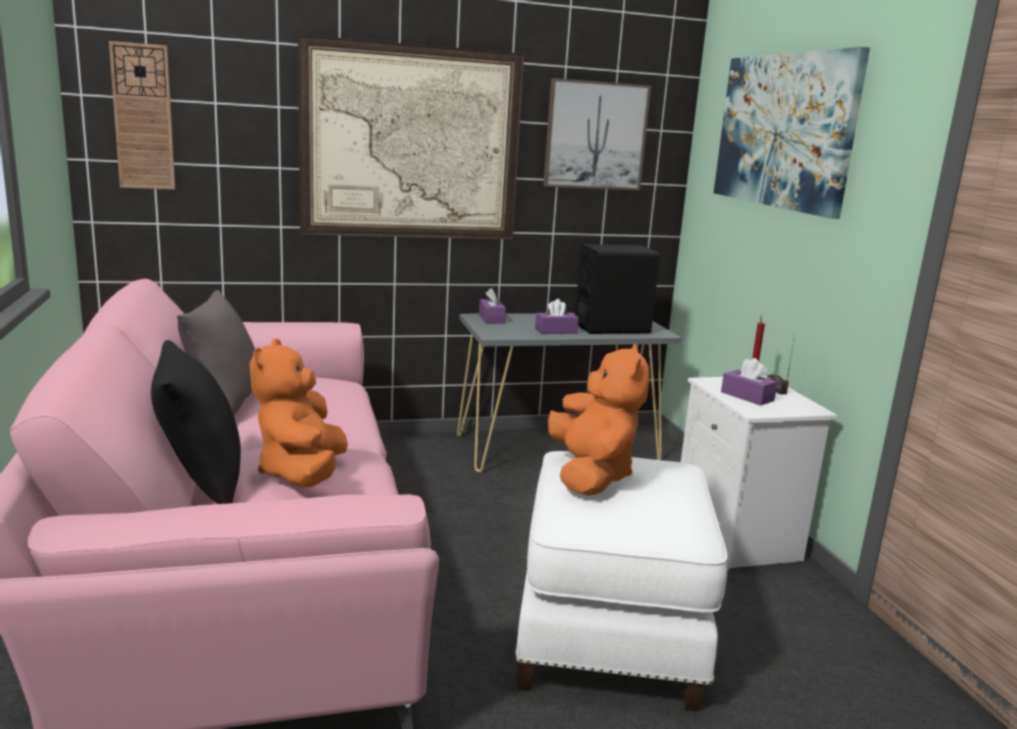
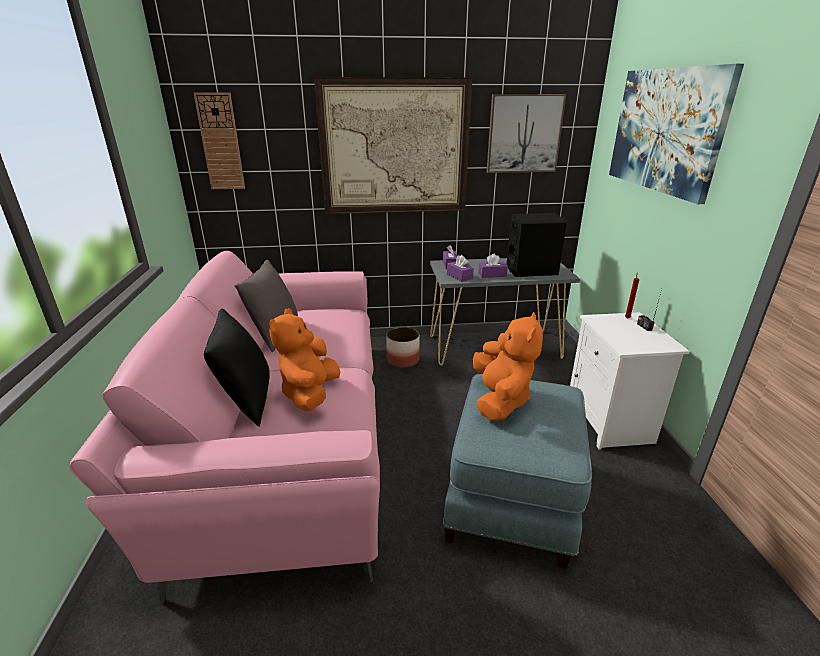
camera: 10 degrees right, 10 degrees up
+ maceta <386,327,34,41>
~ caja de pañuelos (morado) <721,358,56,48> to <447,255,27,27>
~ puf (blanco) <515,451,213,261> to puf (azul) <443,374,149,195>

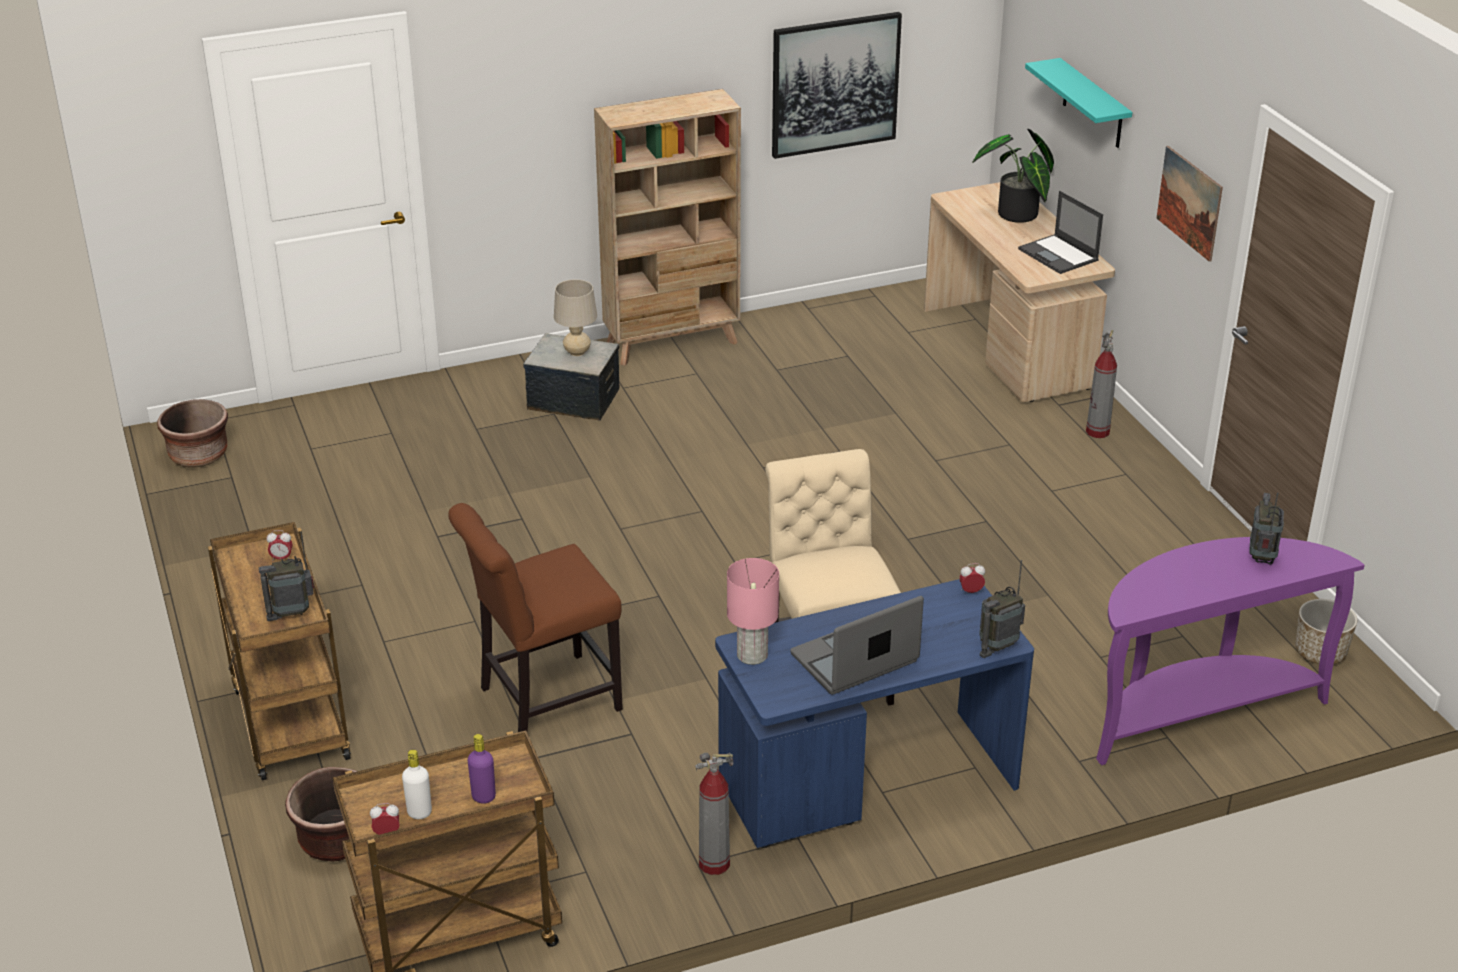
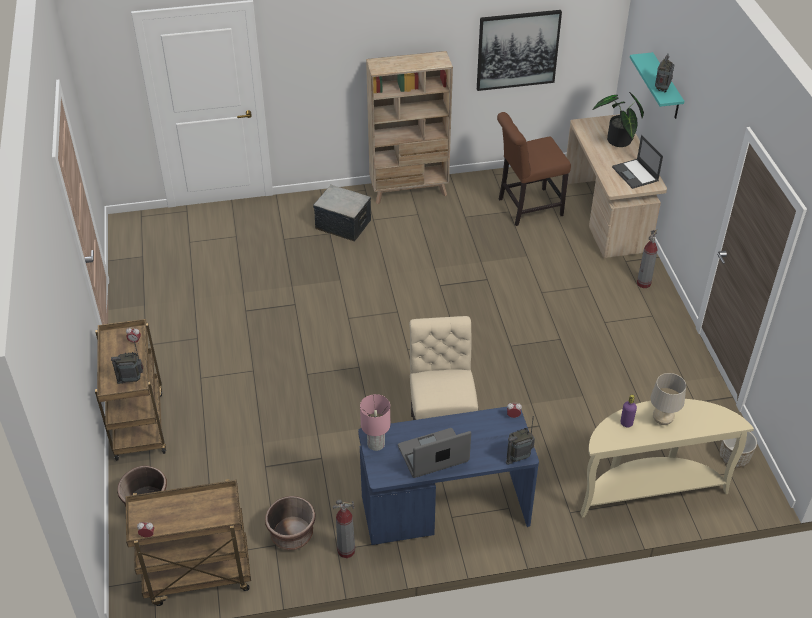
camera: 10 degrees right, 10 degrees up
- botella (blanco) <402,750,30,69>
- cuadro <1156,146,67,116>
~ maceta (marrón) <157,399,71,69> to <265,496,51,55>
~ silla (marrón) <448,503,175,229> to <497,112,74,114>
~ botella (morado) <467,734,29,70> to <620,395,17,32>
~ lámpara de mesa (beis) <554,279,43,77> to <650,373,36,52>
~ radio <1250,492,34,72> to <655,53,19,39>
~ mesa consola (morado) <1096,537,269,228> to mesa consola (beis) <580,399,174,119>

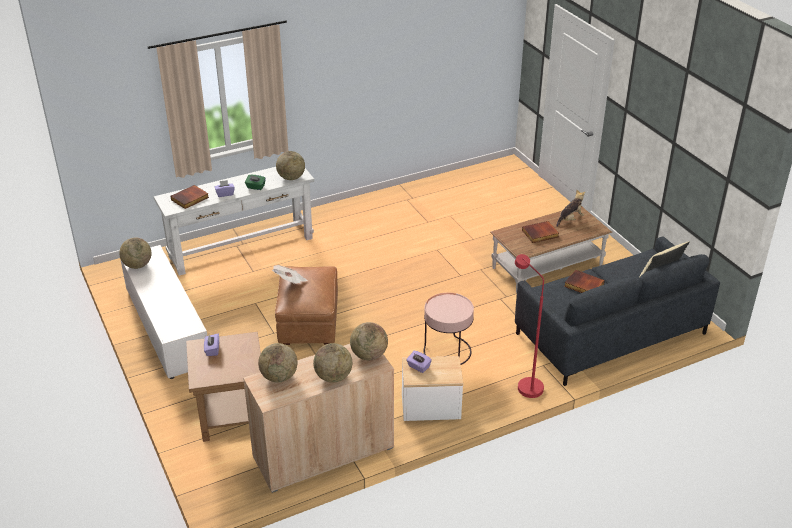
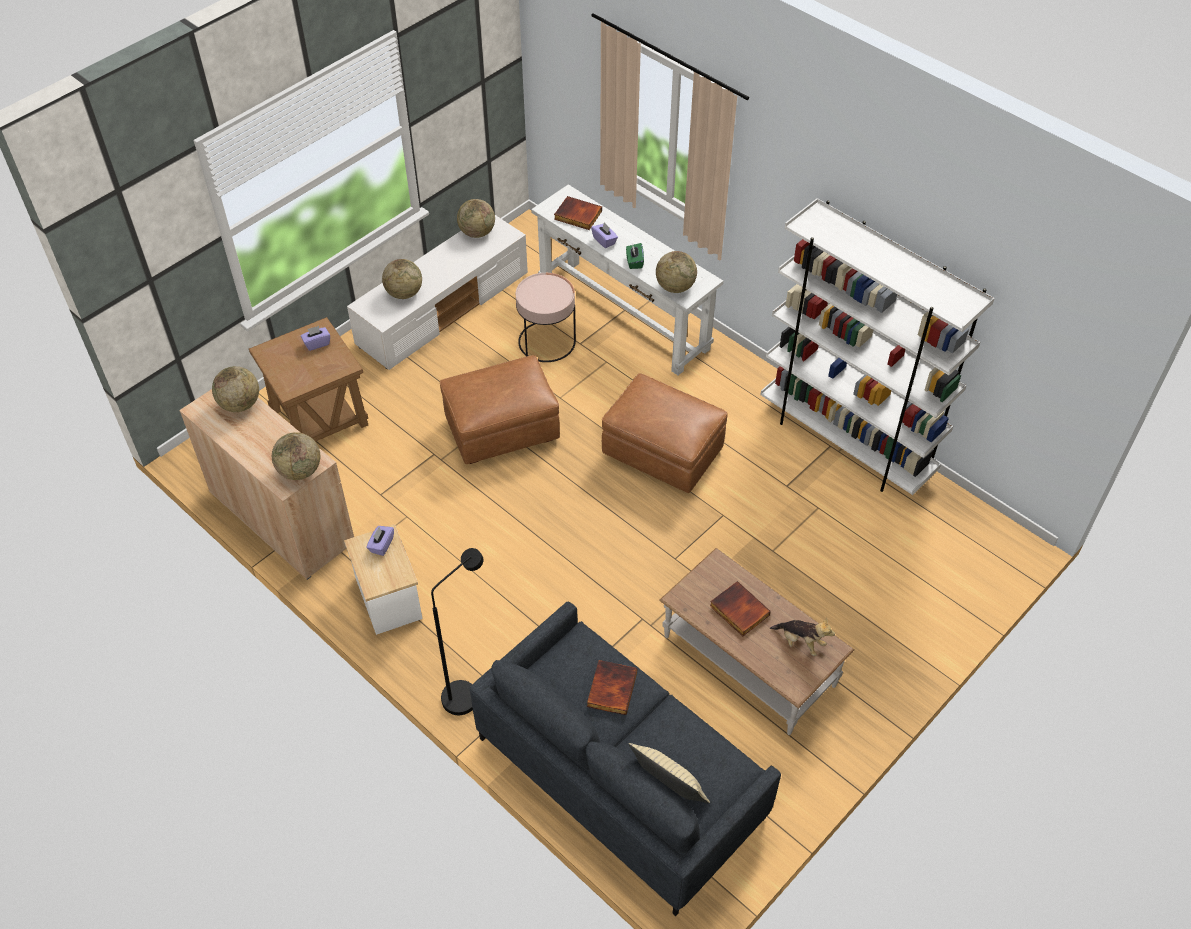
camera: 70 degrees right, 15 degrees up
- periódico <272,265,36,19>
+ puf (marrón) <602,373,125,120>
+ estantería (blanco) <760,198,235,297>
~ globo terráqueo <313,343,39,40> to <382,259,40,40>
~ mesa auxiliar (rosa) <423,293,51,72> to <516,273,60,89>
~ lámpara de pie (rojo) <515,254,29,144> to lámpara de pie (negro) <431,548,53,167>

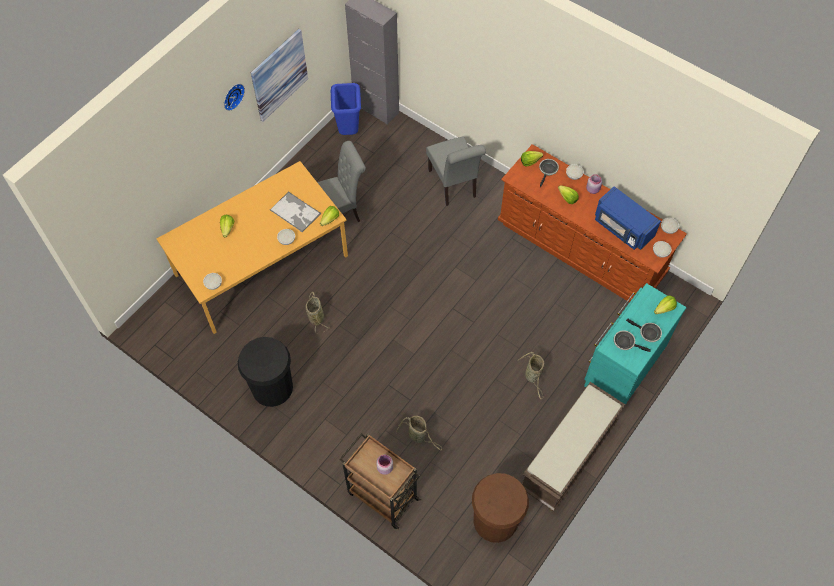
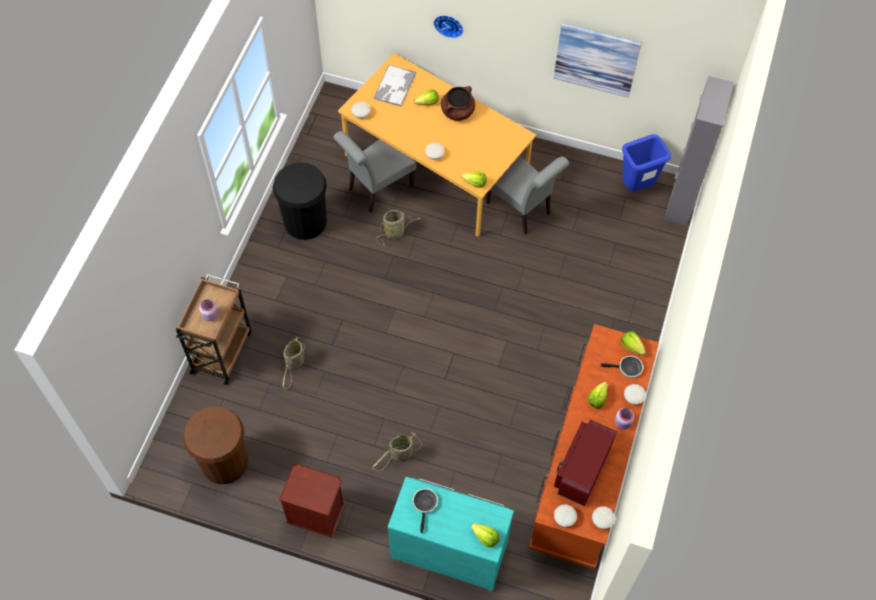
camera: 70 degrees right, 0 degrees up
- sartén <626,319,36,23>
+ olla (marrón) <441,86,34,35>
~ reloj de pared <224,84,21,27> to <434,15,29,23>
~ bandeja <270,191,51,42> to <373,65,43,42>
~ silla (gris) <426,136,60,70> to <333,131,84,82>
~ banco (marrón) <522,382,104,129> to mesita de noche (marrón) <279,464,67,74>
~ microondas (azul) <595,186,66,64> to microondas (rojo) <554,420,63,86>

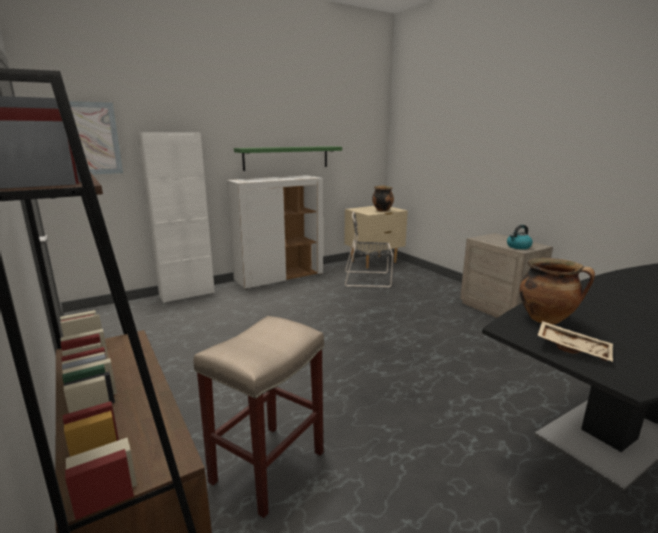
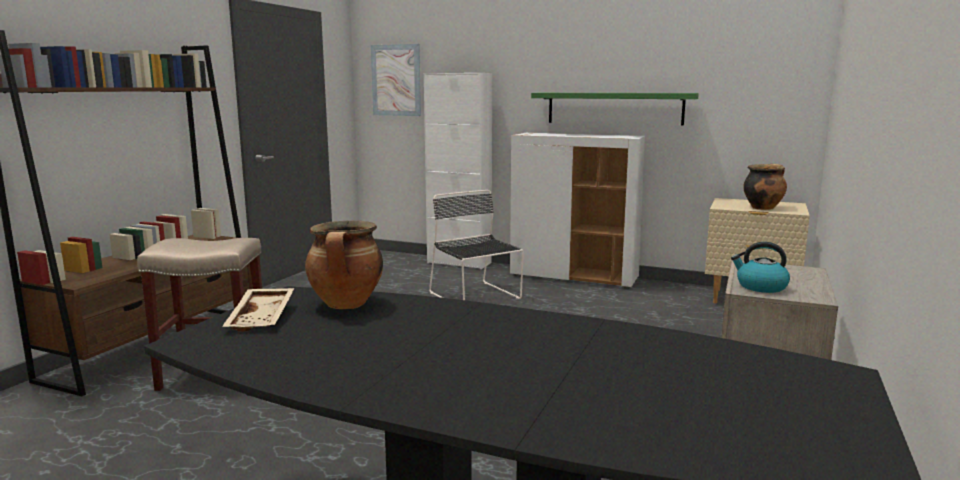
camera: 55 degrees right, 5 degrees down
~ silla (negro) <345,212,48,75> to <429,190,95,110>

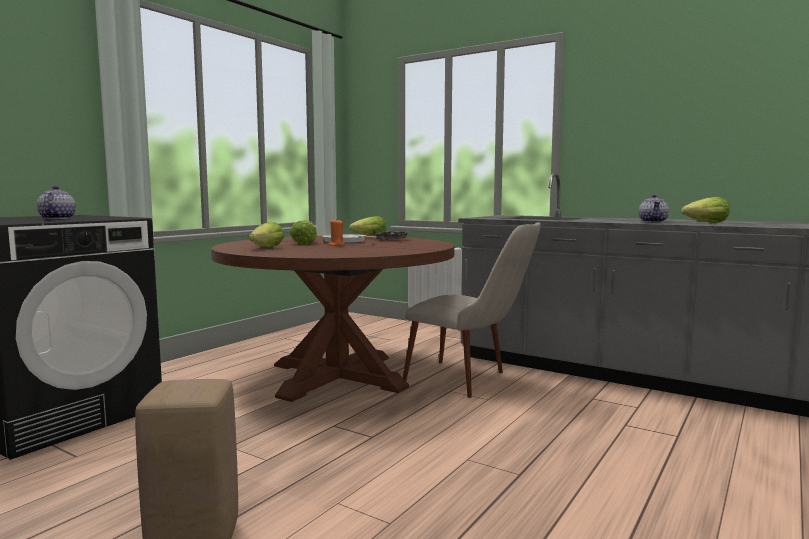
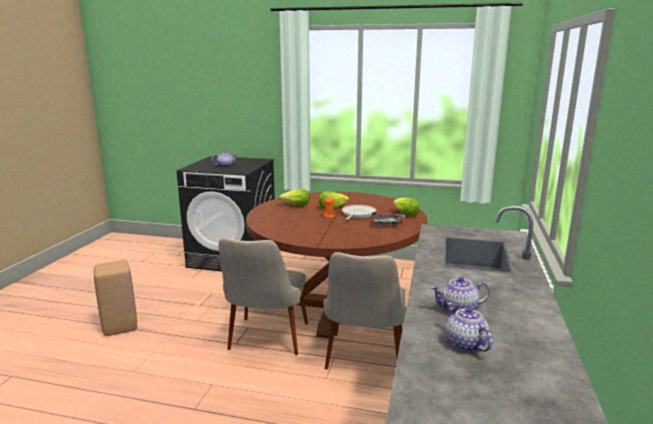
camera: 70 degrees right, 10 degrees up
+ silla (beis) <219,238,89,117>
~ lechuga <681,197,49,26> to tetera <446,302,47,50>

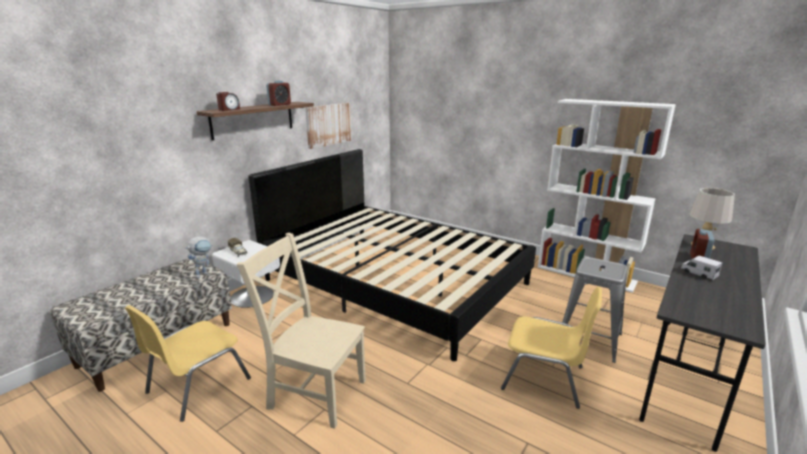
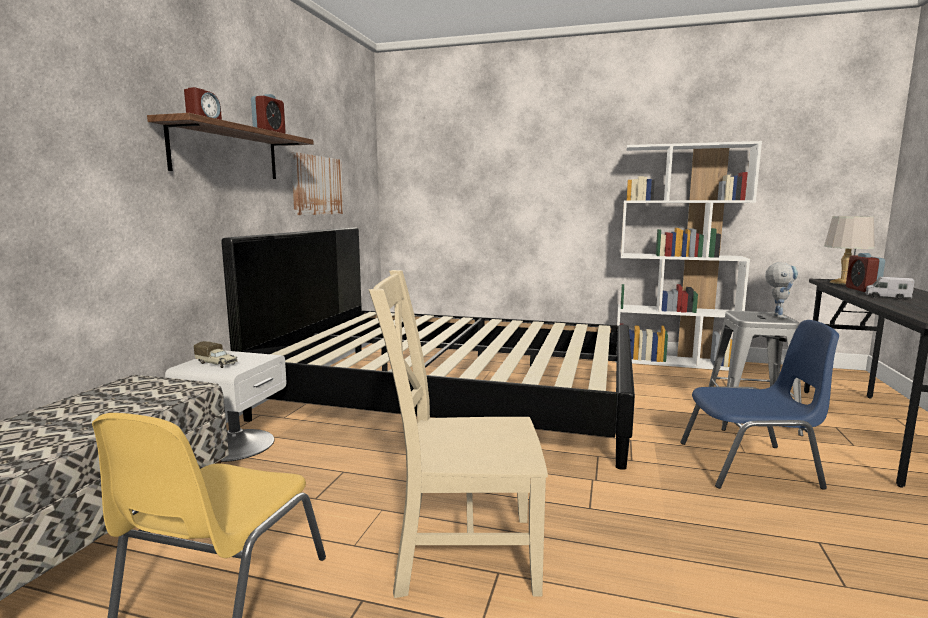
camera: 20 degrees left, 10 degrees down
~ robot de juguete <185,236,28,42> to <765,262,33,57>
~ silla (amarillo) <501,287,101,122> to silla (azul) <680,320,159,170>

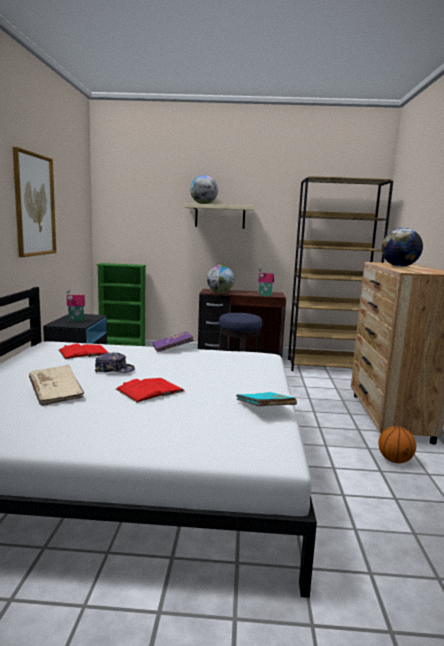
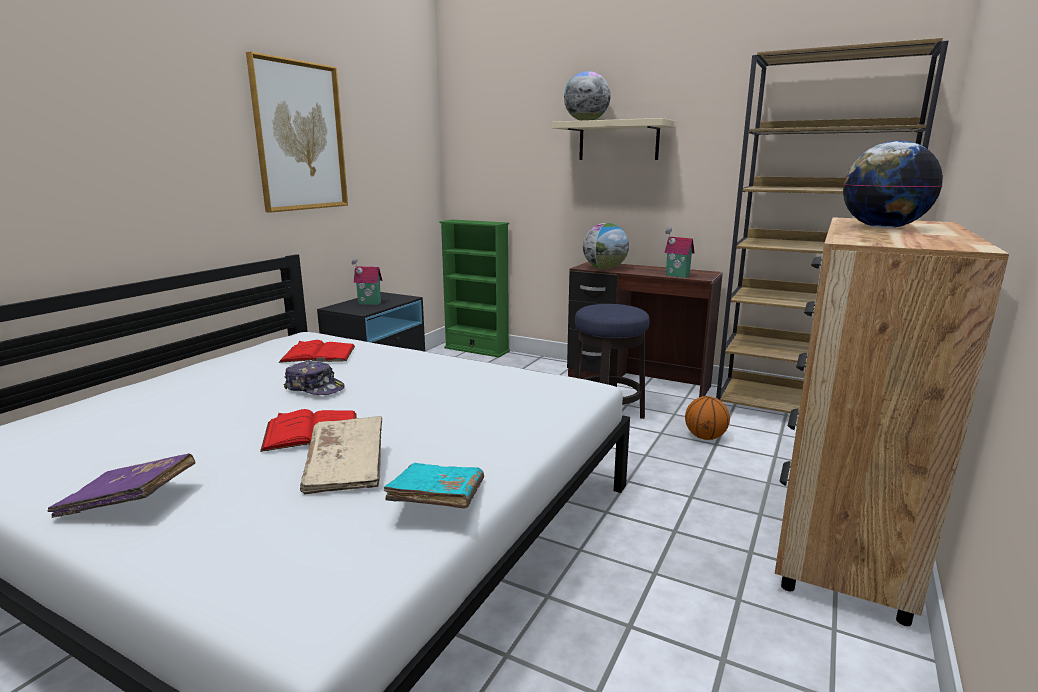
camera: 25 degrees right, 5 degrees up
~ libro (beis) <29,365,55,41> to <300,416,82,79>
~ libro (morado) <152,332,42,20> to <47,453,148,65>
~ balón de baloncesto <378,426,38,37> to <685,396,45,44>

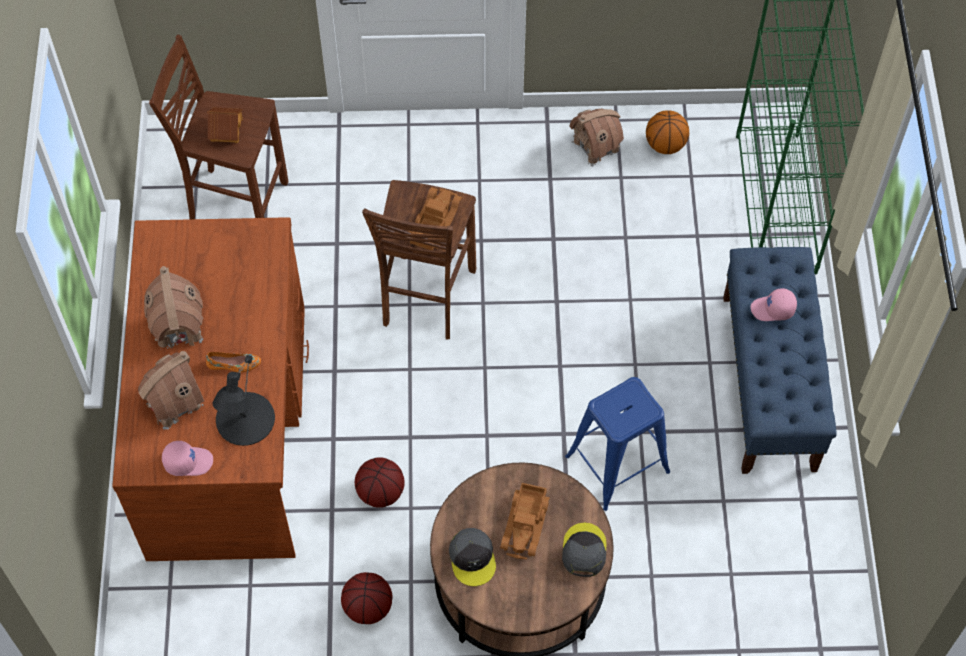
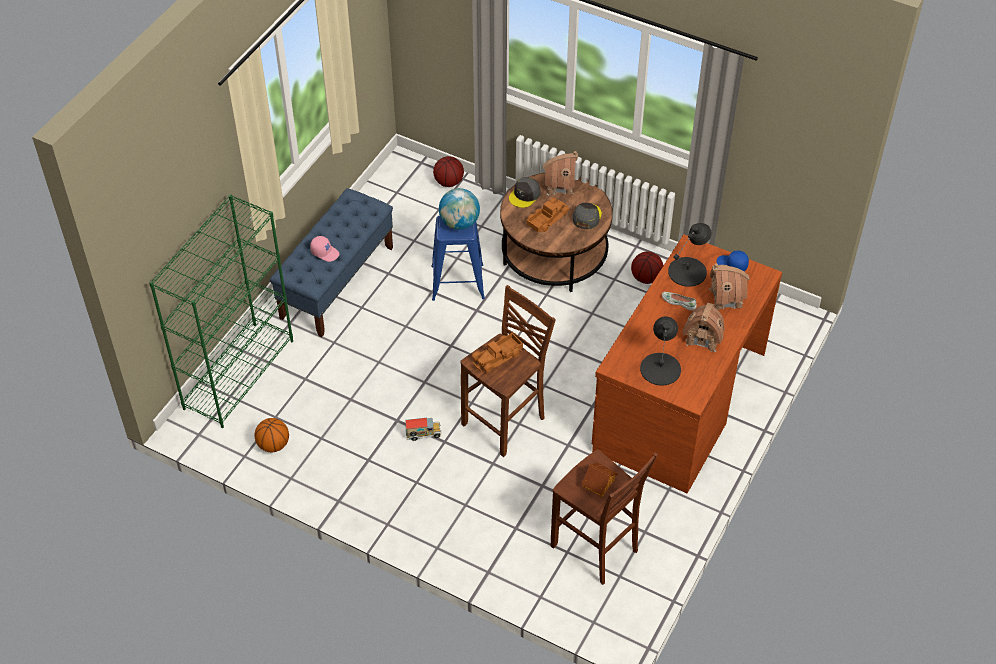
camera: 150 degrees left, 10 degrees down
+ camión de juguete <405,418,37,23>
+ globo terráqueo <439,188,41,42>
+ lámpara de mesa (negro) <640,316,41,70>
~ balón de baloncesto <355,457,50,51> to <433,156,31,31>
~ casita <569,108,55,59> to <543,151,35,45>
~ gorra (rosa) <162,441,51,35> to gorra (azul) <717,251,32,20>
~ zapato (naranja) <206,352,55,20> to zapato (blanco) <662,292,35,19>

